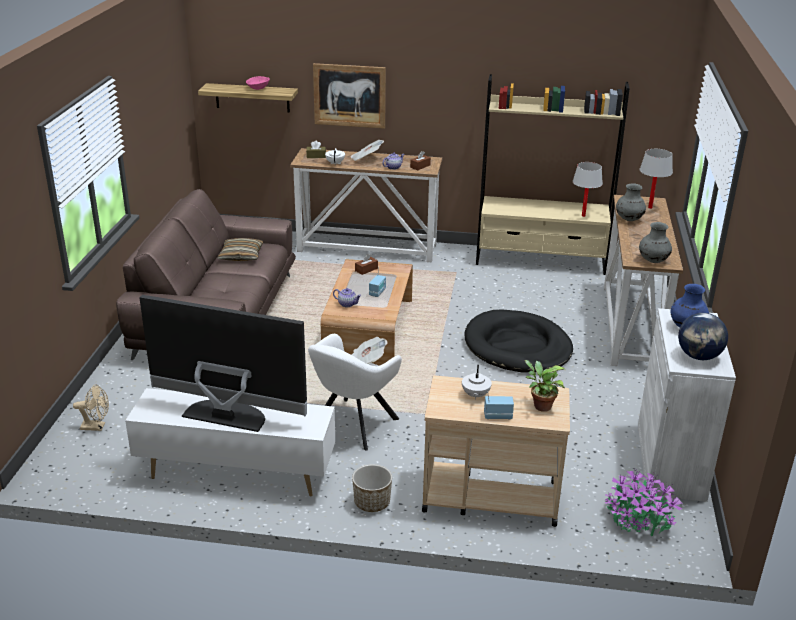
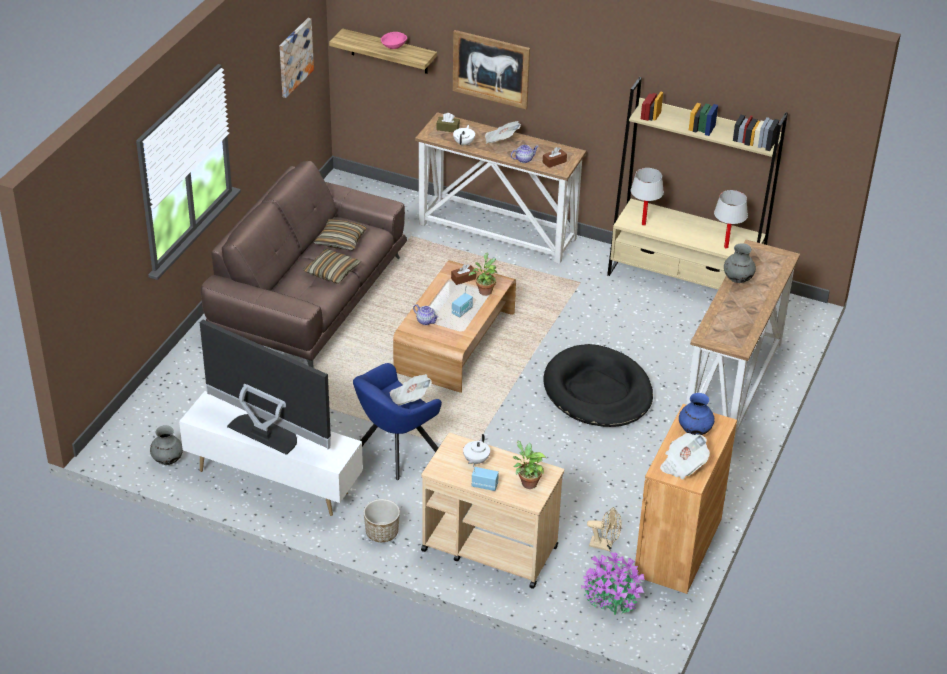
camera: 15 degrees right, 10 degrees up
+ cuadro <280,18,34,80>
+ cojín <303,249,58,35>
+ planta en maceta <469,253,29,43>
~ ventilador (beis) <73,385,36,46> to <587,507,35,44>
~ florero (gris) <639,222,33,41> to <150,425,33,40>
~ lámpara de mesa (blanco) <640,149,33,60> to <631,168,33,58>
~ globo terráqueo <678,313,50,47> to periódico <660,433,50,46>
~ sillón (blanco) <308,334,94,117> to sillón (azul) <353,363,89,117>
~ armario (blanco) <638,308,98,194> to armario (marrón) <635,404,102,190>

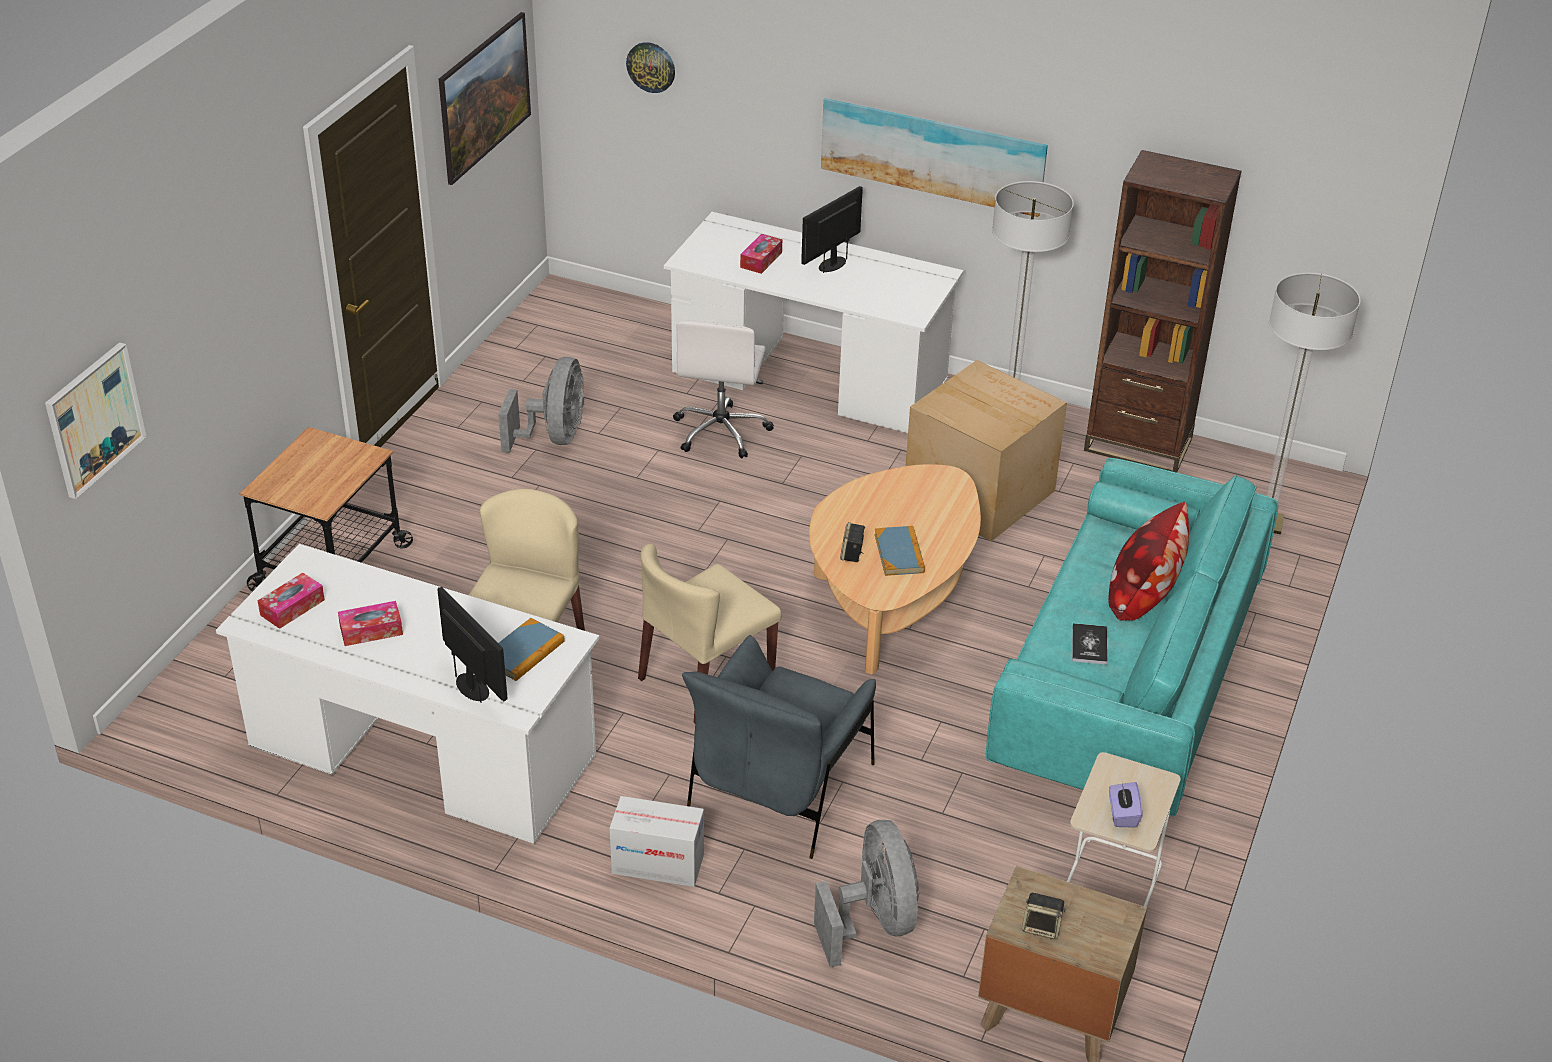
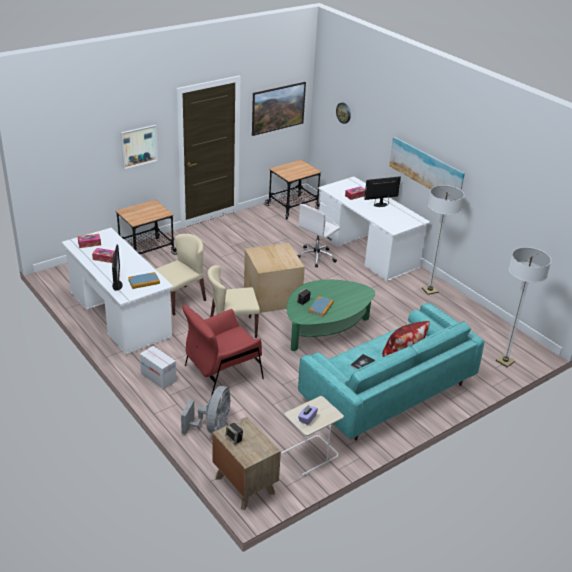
camera: 30 degrees right, 5 degrees down
- ventilador (gris) <498,357,87,96>
- estantería (marrón) <1084,150,158,323>
+ carrito <265,160,57,60>
~ cuadro <45,342,101,157> to <120,125,38,44>
~ caja de cartón <906,360,161,181> to <244,243,61,70>
~ sillón (gris) <682,635,194,224> to sillón (rojo) <182,305,82,91>
~ mesa de centro (beis) <809,464,172,210> to mesa de centro (verde) <287,279,88,72>

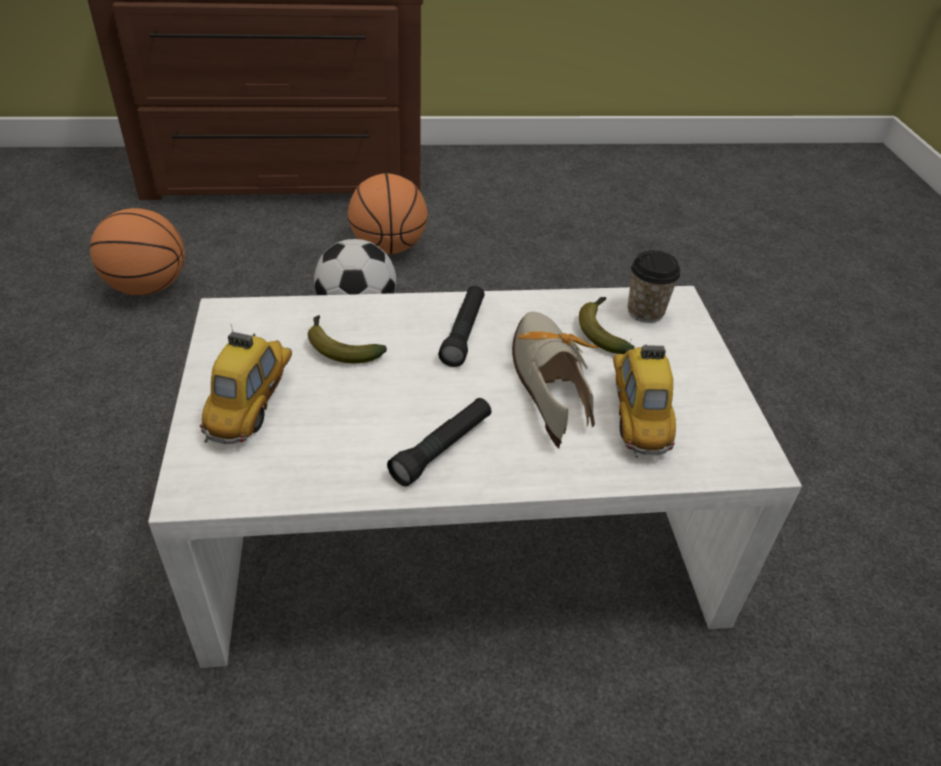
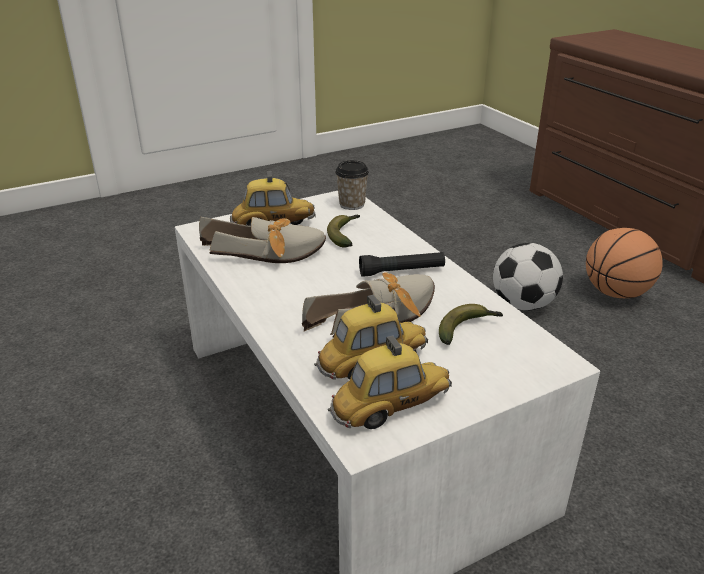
camera: 70 degrees right, 10 degrees down
- balón de baloncesto <90,208,95,88>
- linterna (negro) <387,398,104,89>
+ zapato <199,217,127,46>
+ coche de juguete <328,333,124,96>
~ taza <628,250,53,73> to <335,160,34,50>

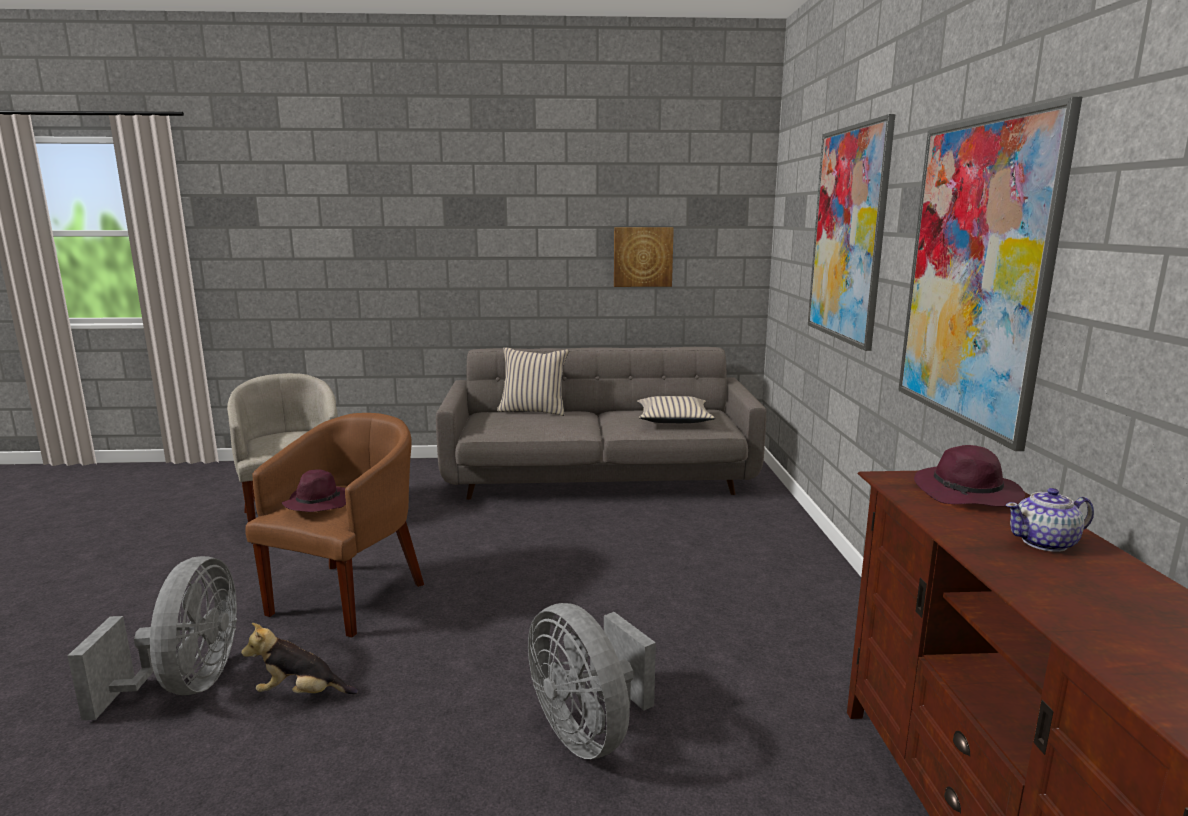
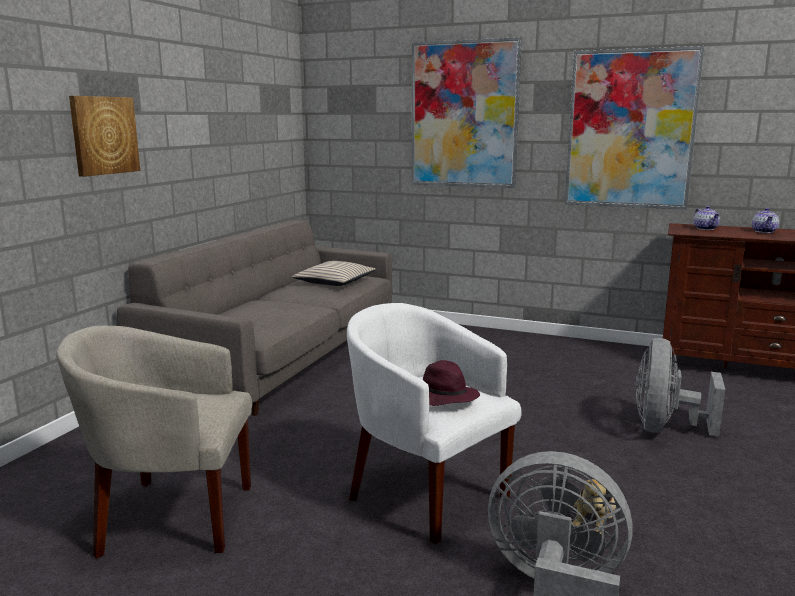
camera: 65 degrees left, 0 degrees up
- cojín (beis) <497,347,72,69>
~ cuadro <614,227,60,60> to <69,96,71,81>
~ sombrero (morado) <914,445,111,62> to tetera <694,206,26,24>
~ sillón (marrón) <245,413,179,224> to sillón (blanco) <347,303,175,241>
~ ventilador (gris) <528,603,128,156> = <635,338,90,98> 120 degrees clockwise

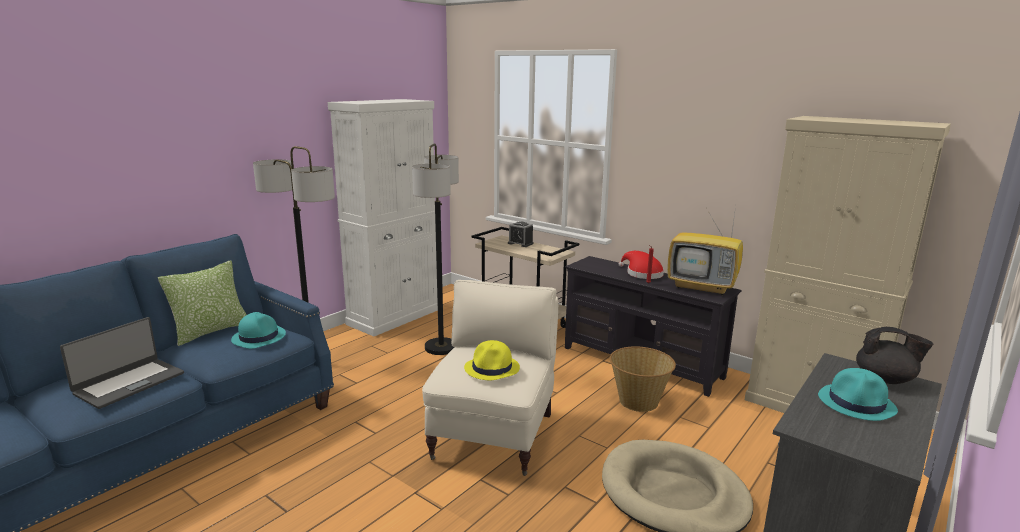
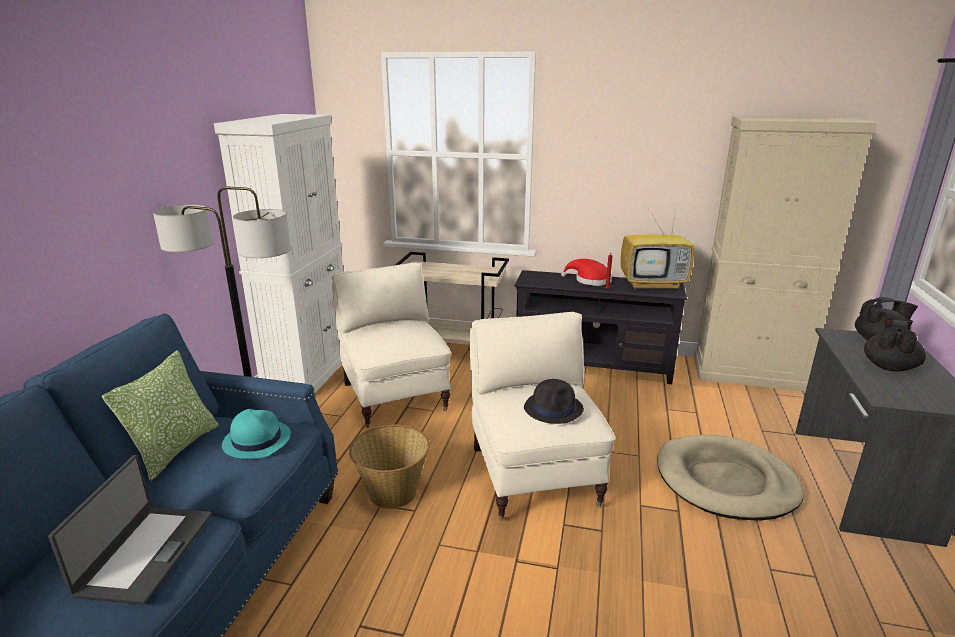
camera: 25 degrees left, 5 degrees up
- despertador <508,222,26,25>
~ cesta <610,346,66,66> to <349,424,81,85>
~ lámpara de pie <412,144,47,211> to sillón (beis) <332,263,119,165>
~ sombrero (turquesa) <818,368,80,53> to tetera (negro) <864,318,62,53>
~ sombrero (amarillo) <464,340,56,40> to sombrero (negro) <524,379,60,45>

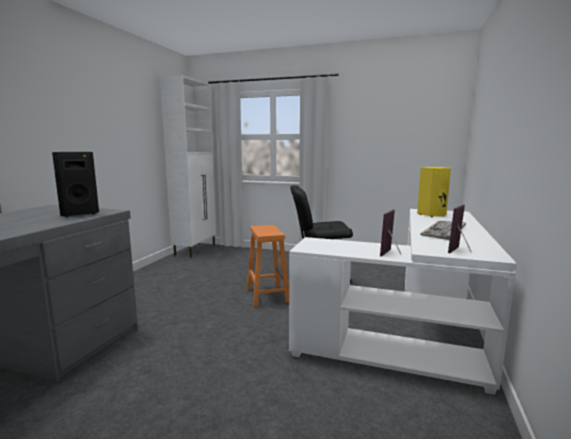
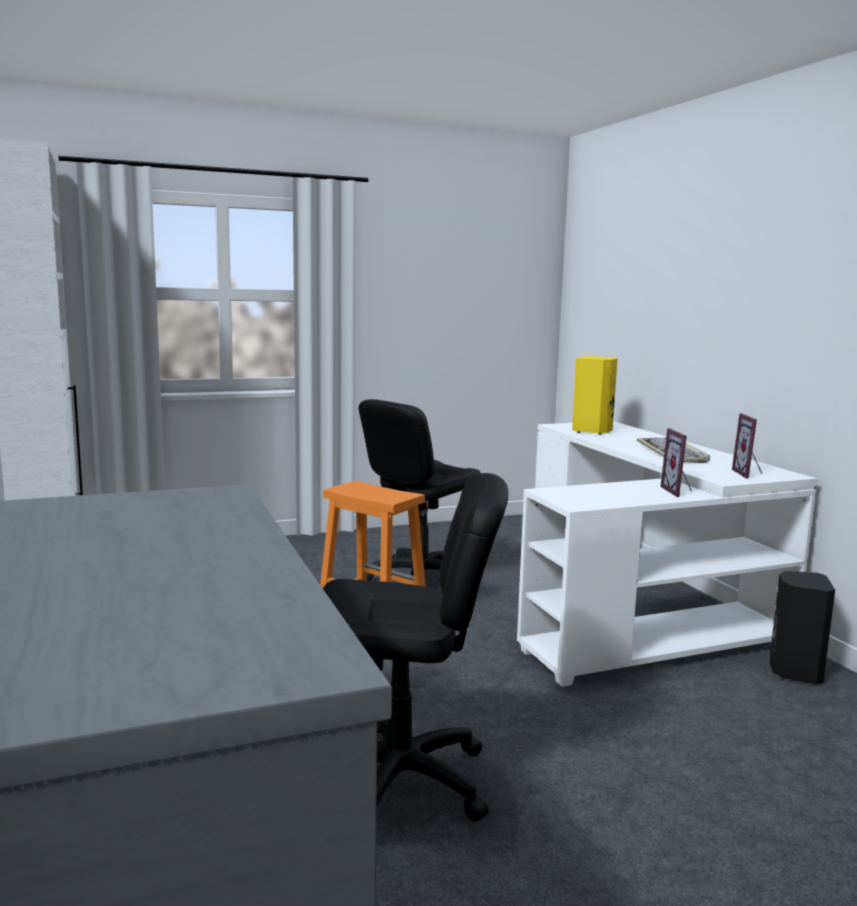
camera: 40 degrees left, 0 degrees up
+ silla de oficina (negro) <323,473,185,348>
~ altavoz (negro) <52,152,47,65> to <769,571,66,113>

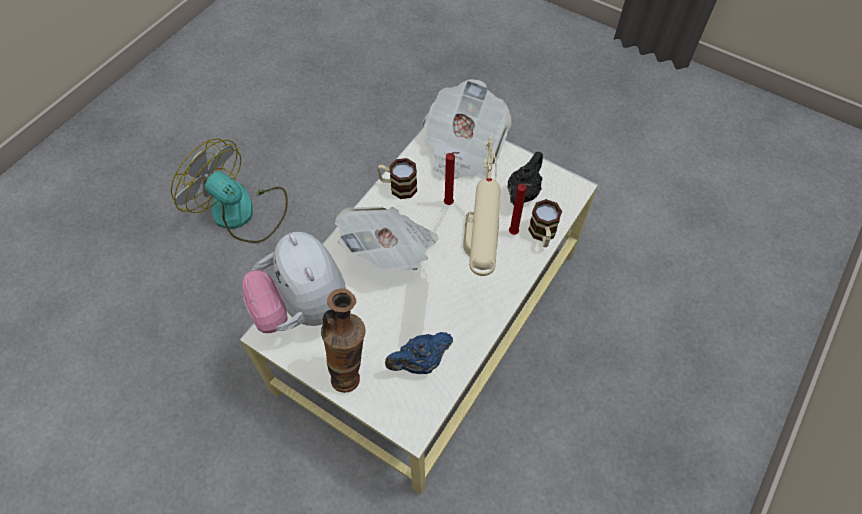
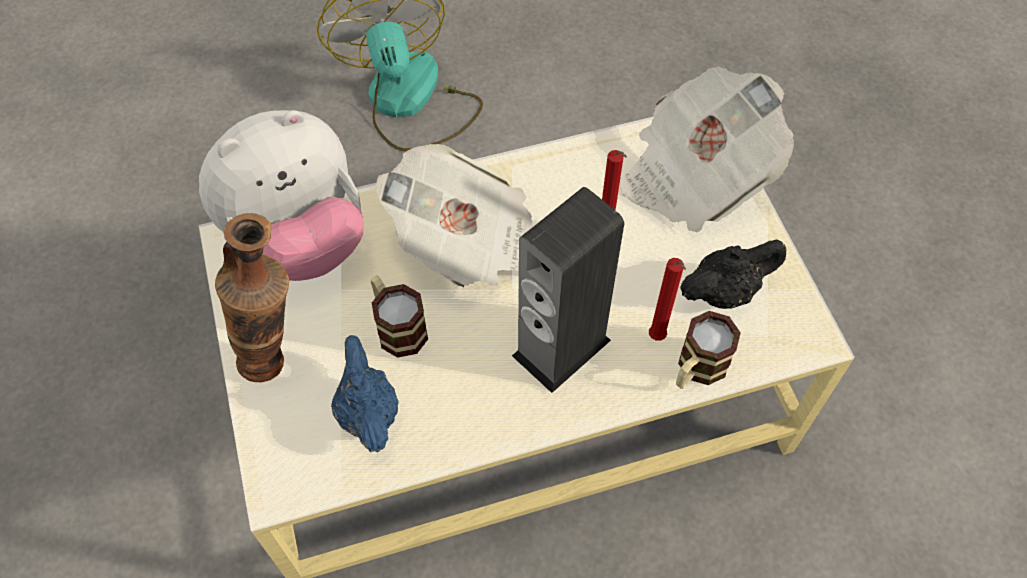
camera: 40 degrees right, 0 degrees up
~ taza grande <377,158,40,41> to <371,276,57,82>
~ lámpara de mesa (beis) <463,133,38,143> to altavoz <512,187,112,206>
~ peluche <242,232,104,101> = <199,110,165,171> 135 degrees counterclockwise
~ tetera (azul) <385,332,68,42> = <331,335,68,117> 60 degrees clockwise

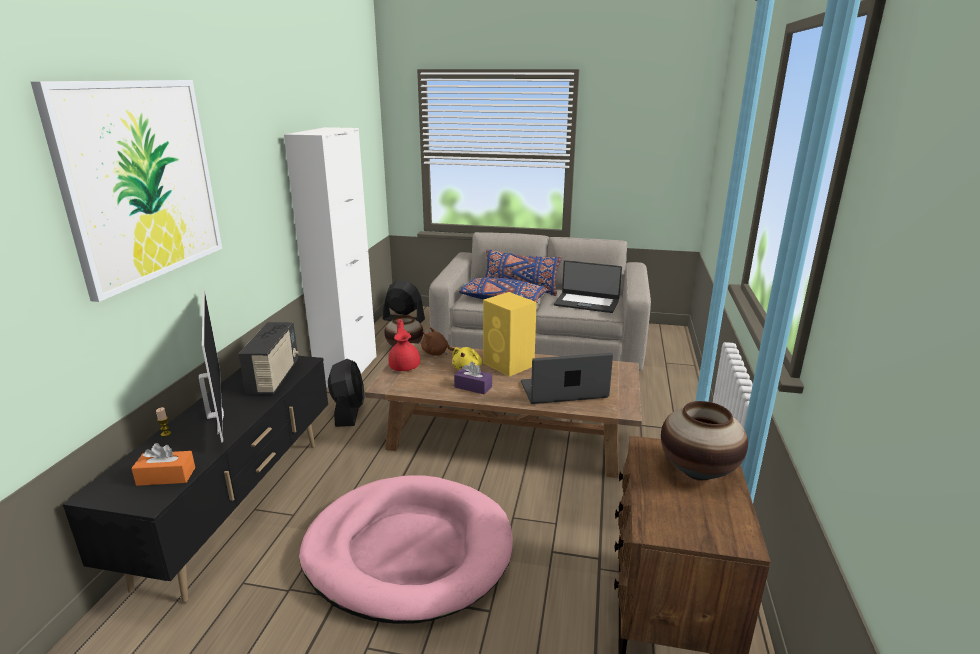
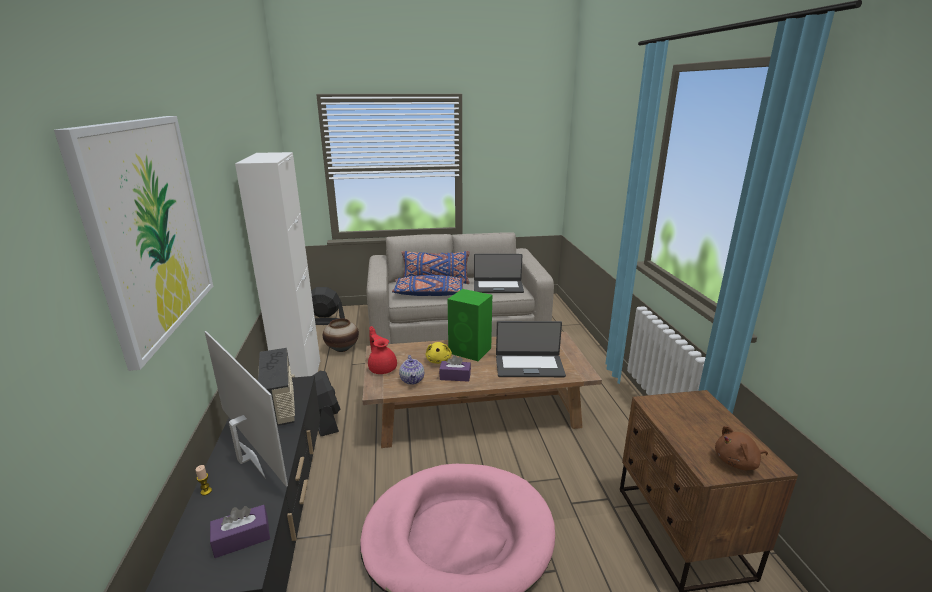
camera: 20 degrees left, 0 degrees up
- florero <661,401,87,80>
+ tetera <399,355,25,30>
~ peluche (marrón) <421,327,34,29> to <715,426,53,44>
~ caja de pañuelos (naranja) <131,443,64,43> to caja de pañuelos (morado) <210,505,60,53>
~ altavoz (amarillo) <483,292,54,85> to altavoz (verde) <448,289,44,72>
~ portátil <521,353,92,51> = <496,321,70,56> 150 degrees counterclockwise

